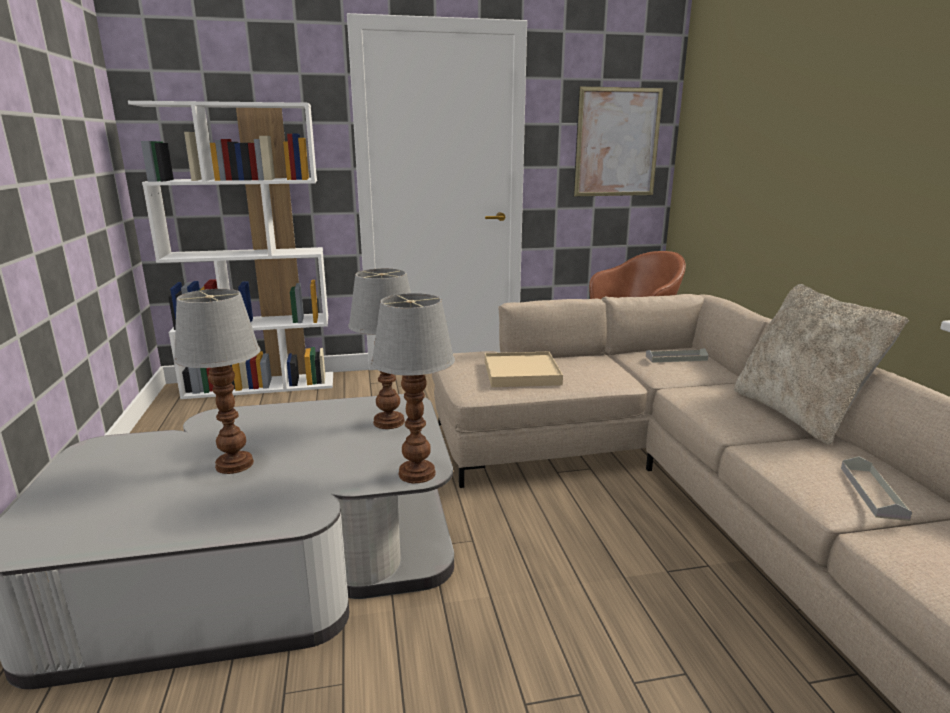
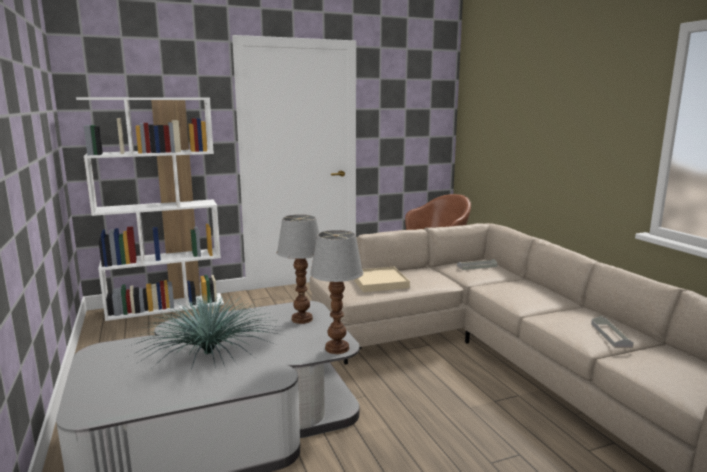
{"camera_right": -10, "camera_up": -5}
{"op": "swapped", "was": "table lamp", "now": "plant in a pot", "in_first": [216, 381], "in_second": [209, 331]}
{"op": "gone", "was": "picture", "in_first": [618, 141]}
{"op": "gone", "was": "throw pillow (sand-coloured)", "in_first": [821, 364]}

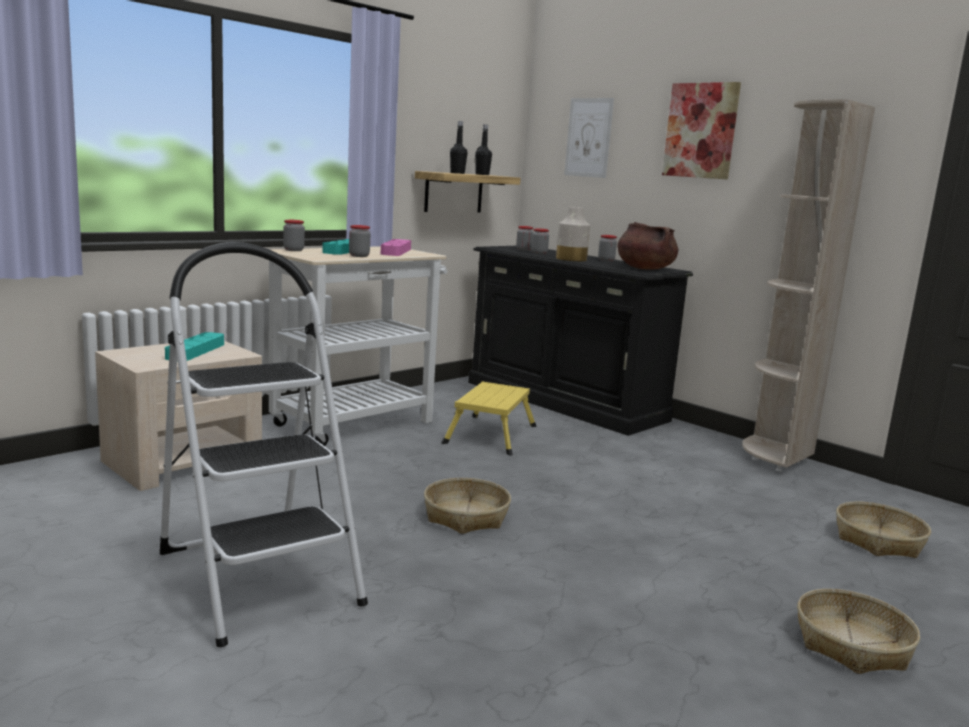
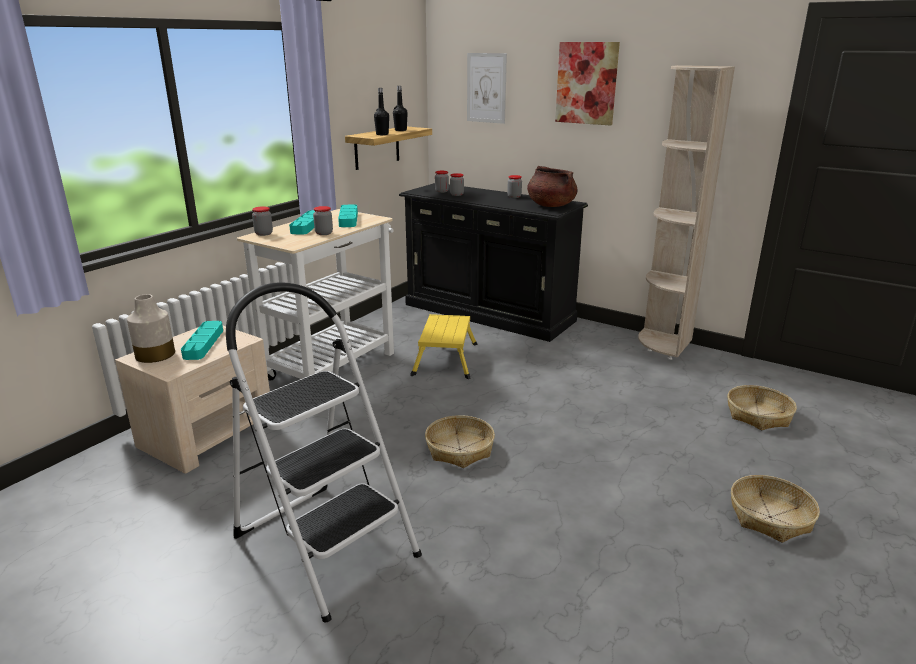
{"camera_right": -10, "camera_up": 10}
{"op": "repainted", "was": "tray (pink-coloured)", "now": "tray (blue-green)", "in_first": [396, 247], "in_second": [348, 215]}
{"op": "shifted", "was": "vase (sand-coloured)", "in_first": [573, 234], "in_second": [151, 328]}

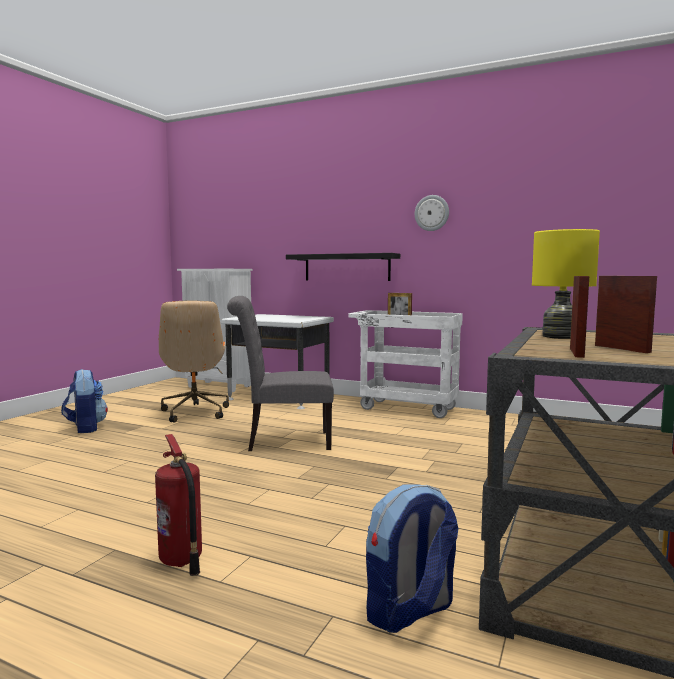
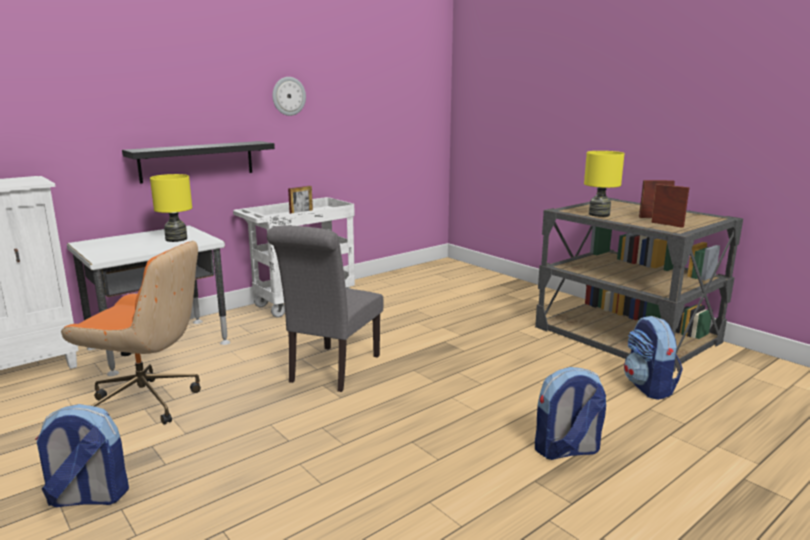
{"camera_right": -65, "camera_up": 10}
{"op": "swapped", "was": "fire-fighting cylinder", "now": "rucksack", "in_first": [178, 505], "in_second": [570, 413]}
{"op": "new", "now": "table lamp (yellowish)", "in_second": [171, 208]}

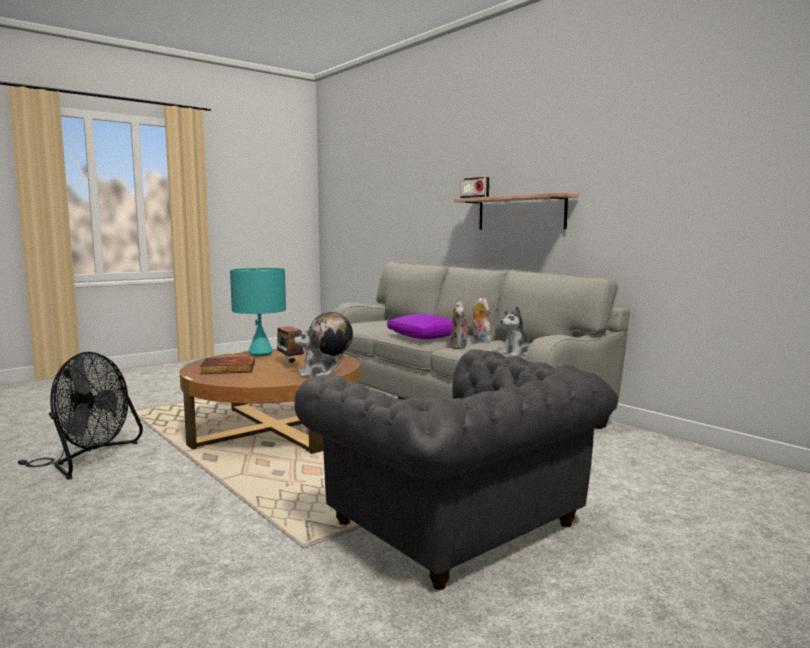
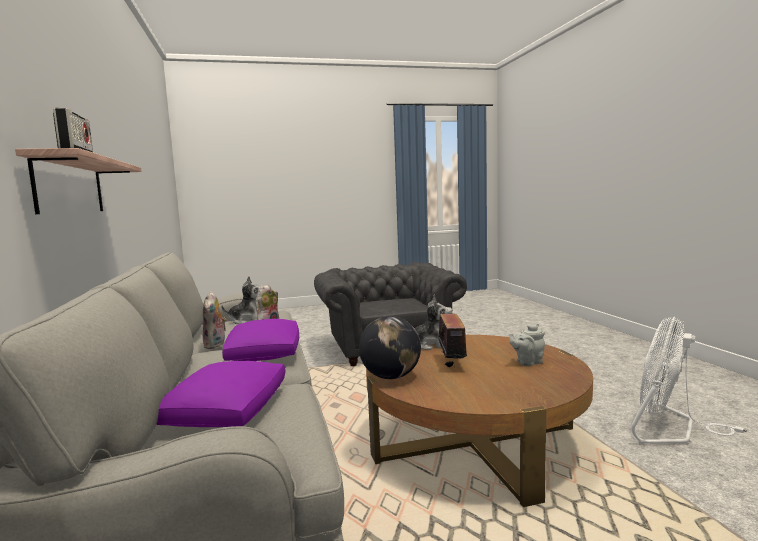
{"camera_right": -155, "camera_up": 0}
{"op": "repainted", "was": "fan (black)", "now": "fan (white)", "in_first": [80, 416], "in_second": [689, 381]}
{"op": "swapped", "was": "bound book", "now": "tea pot (greyish)", "in_first": [227, 365], "in_second": [527, 345]}
{"op": "gone", "was": "table lamp (blue-green)", "in_first": [258, 312]}
{"op": "new", "now": "throw pillow (purple-coloured)", "in_second": [221, 394]}

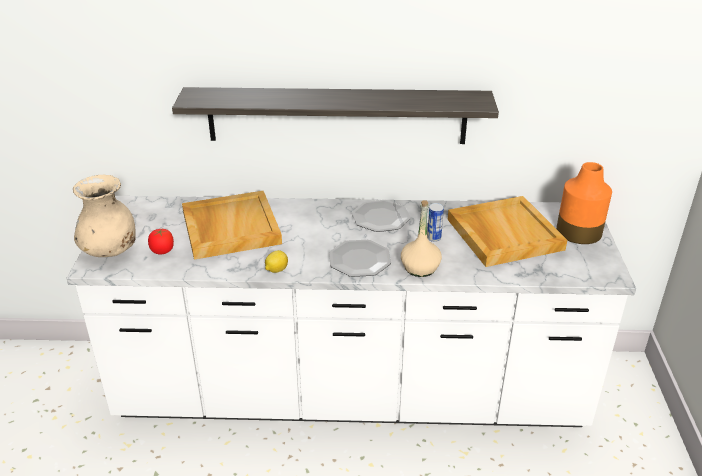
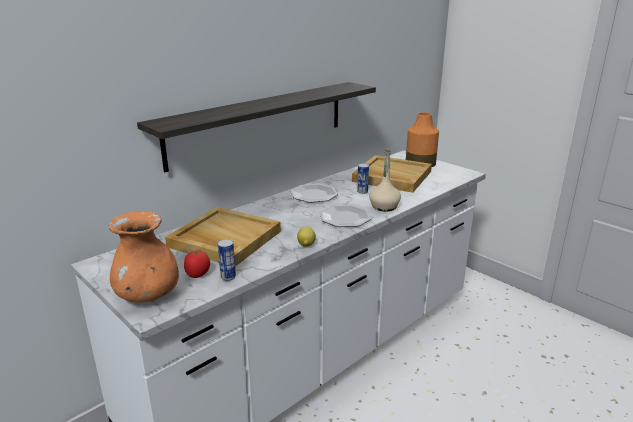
{"camera_right": -45, "camera_up": -10}
{"op": "repainted", "was": "vase (sand-coloured)", "now": "vase (orange-coloured)", "in_first": [104, 216], "in_second": [144, 257]}
{"op": "new", "now": "sealed can", "in_second": [227, 260]}

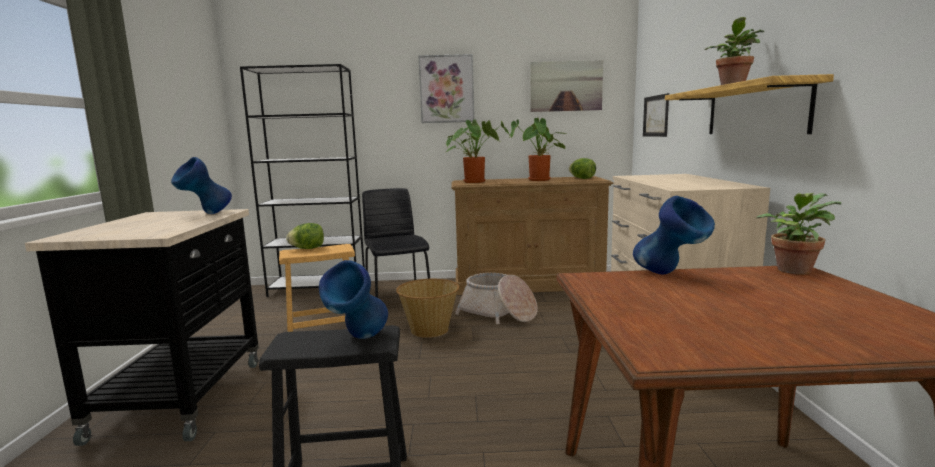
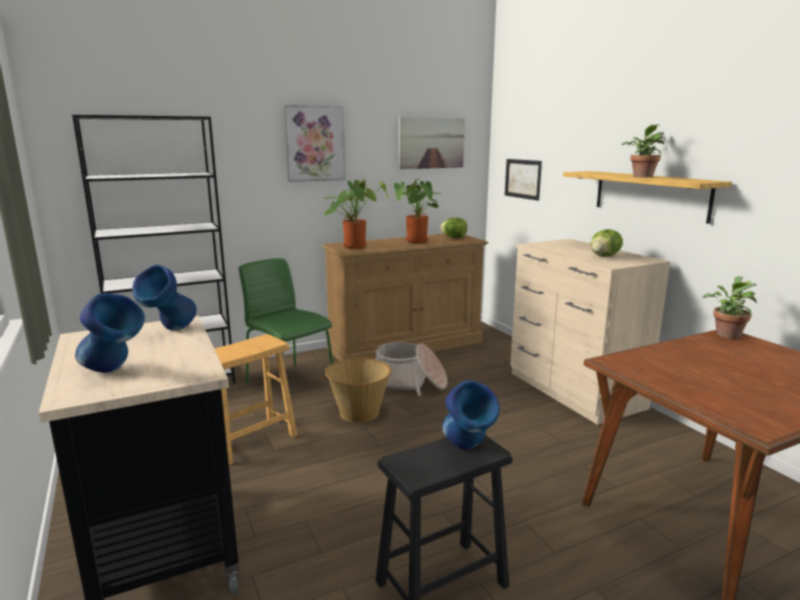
{"camera_right": -25, "camera_up": 5}
{"op": "shifted", "was": "lettuce", "in_first": [305, 236], "in_second": [606, 243]}
{"op": "repainted", "was": "upright chair (black)", "now": "upright chair (greenish)", "in_first": [396, 243], "in_second": [286, 331]}
{"op": "shifted", "was": "vase (blue)", "in_first": [674, 235], "in_second": [110, 333]}

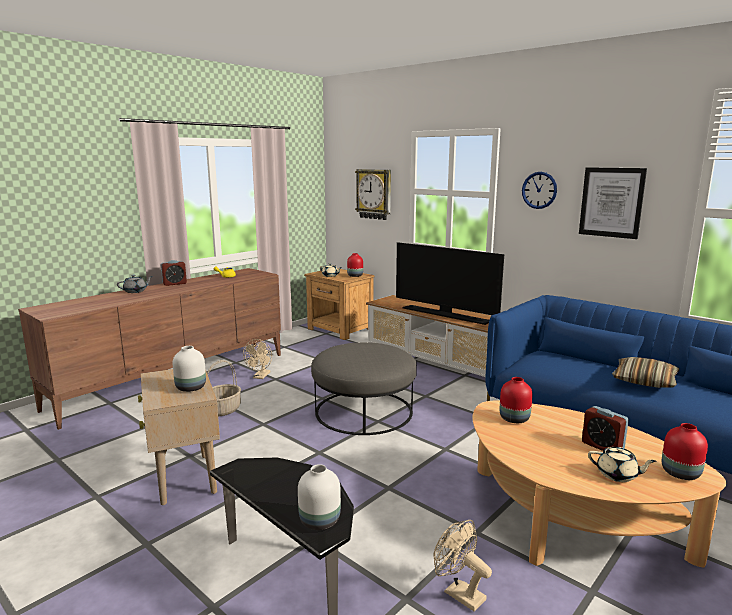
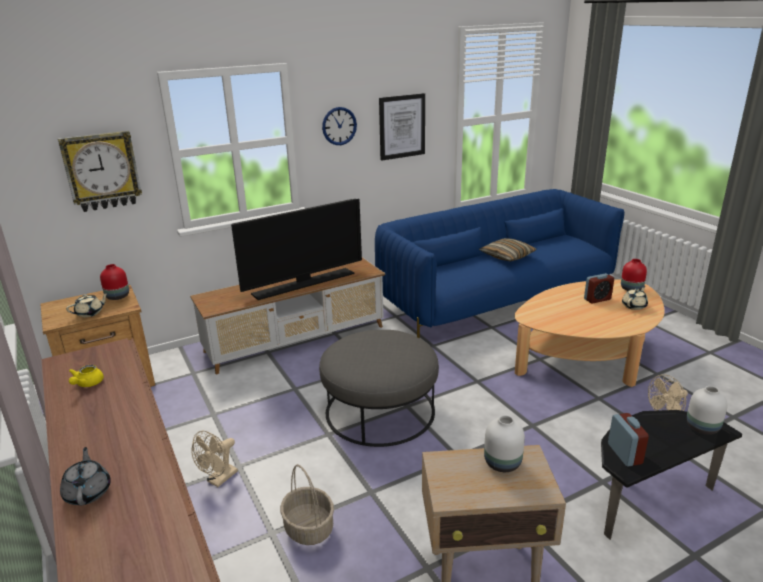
{"camera_right": -70, "camera_up": 10}
{"op": "shifted", "was": "bedside clock", "in_first": [174, 273], "in_second": [628, 439]}
{"op": "rotated", "was": "fan (sand-coloured)", "in_first": [257, 359], "in_second": [214, 458], "clockwise": 90}
{"op": "gone", "was": "vase (reddish)", "in_first": [516, 400]}

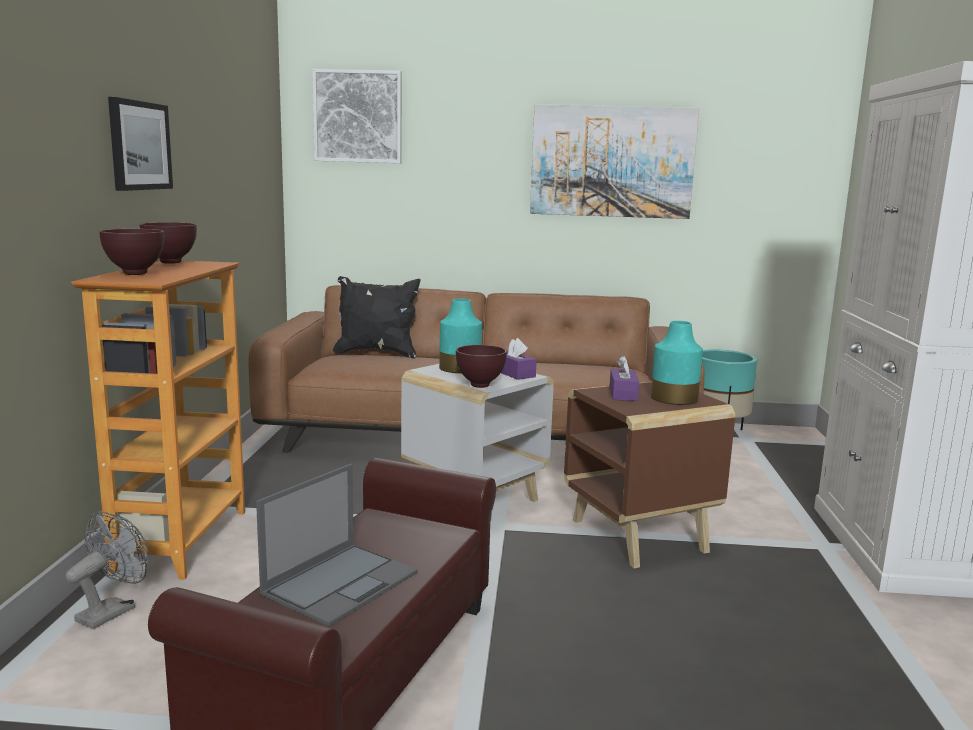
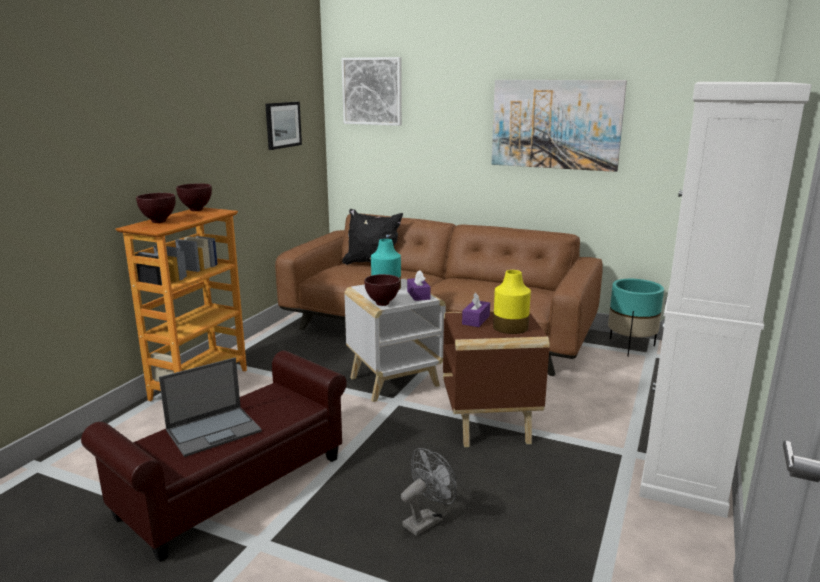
{"camera_right": 20, "camera_up": 5}
{"op": "shifted", "was": "fan (greyish)", "in_first": [106, 570], "in_second": [429, 492]}
{"op": "shifted", "was": "picture", "in_first": [140, 144], "in_second": [283, 126]}
{"op": "repainted", "was": "vase (blue-green)", "now": "vase (yellowish)", "in_first": [677, 363], "in_second": [512, 302]}

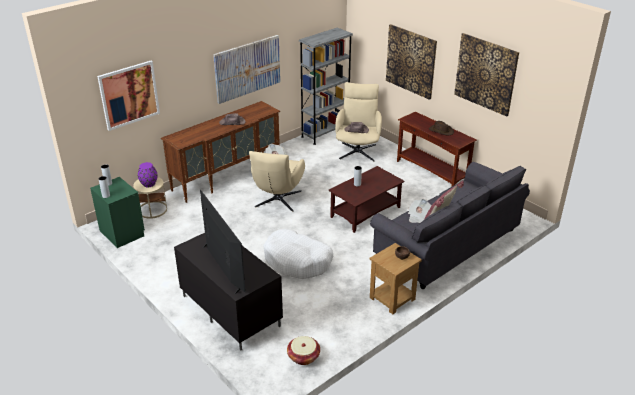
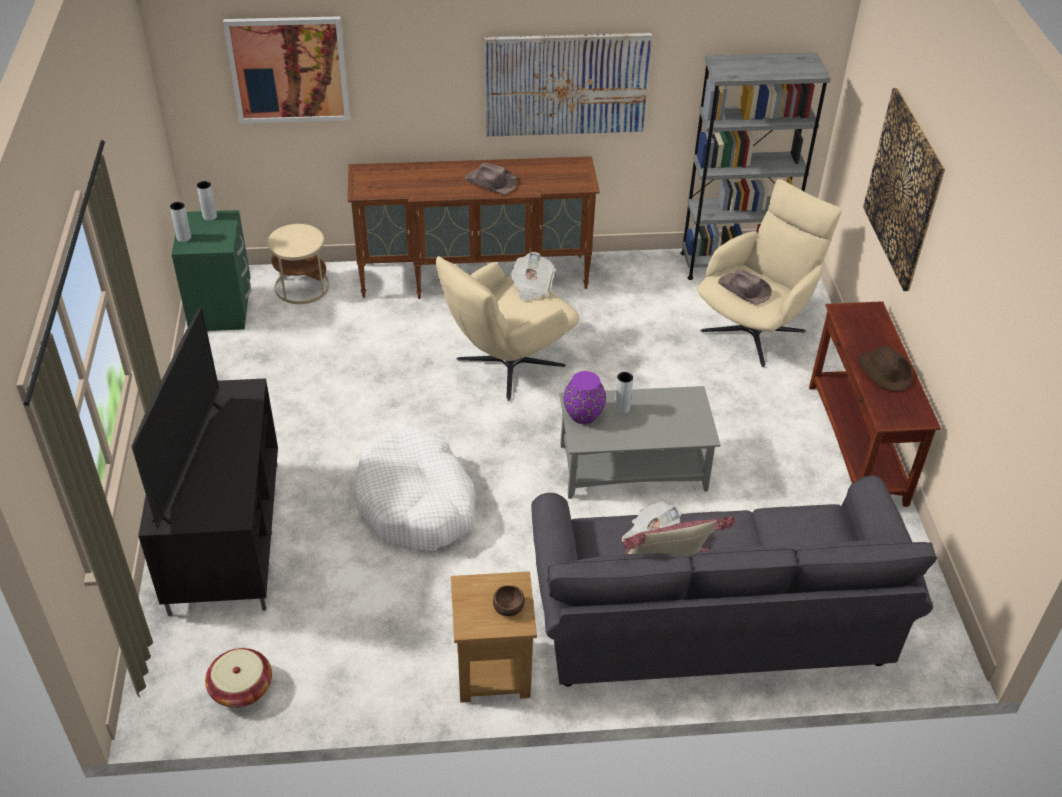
{"camera_right": 35, "camera_up": 10}
{"op": "shifted", "was": "vase (purple-coloured)", "in_first": [148, 174], "in_second": [584, 397]}
{"op": "repainted", "was": "coffee table (brown-coloured)", "now": "coffee table (greyish)", "in_first": [366, 199], "in_second": [640, 442]}
{"op": "gone", "was": "picture", "in_first": [486, 74]}

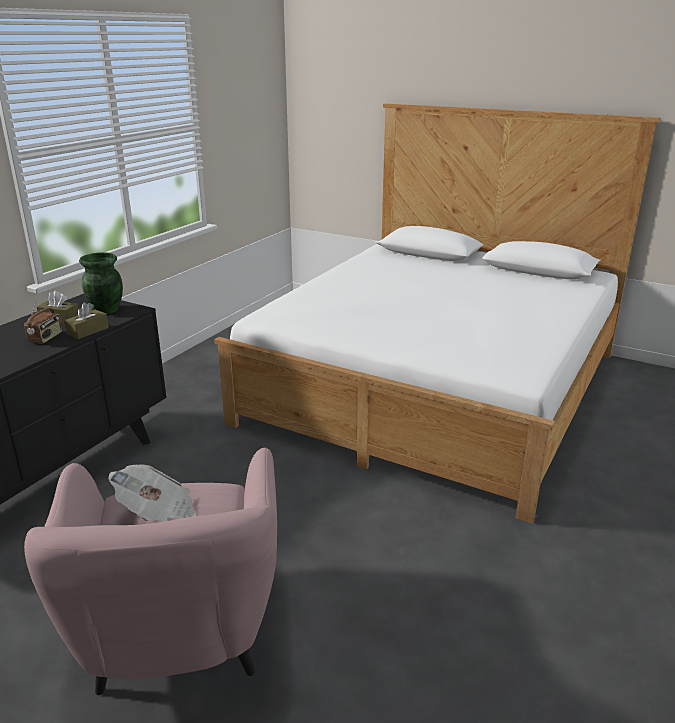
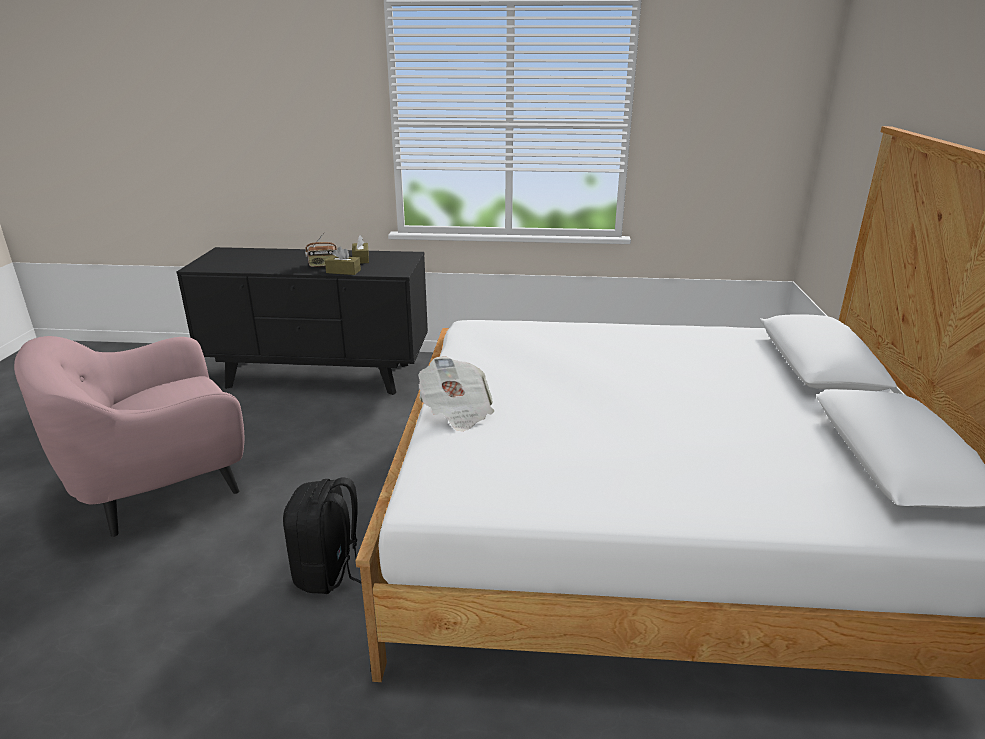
{"camera_right": 65, "camera_up": 0}
{"op": "gone", "was": "vase (greenish)", "in_first": [101, 283]}
{"op": "shifted", "was": "newspaper", "in_first": [152, 493], "in_second": [456, 394]}
{"op": "new", "now": "rucksack (black)", "in_second": [322, 535]}

